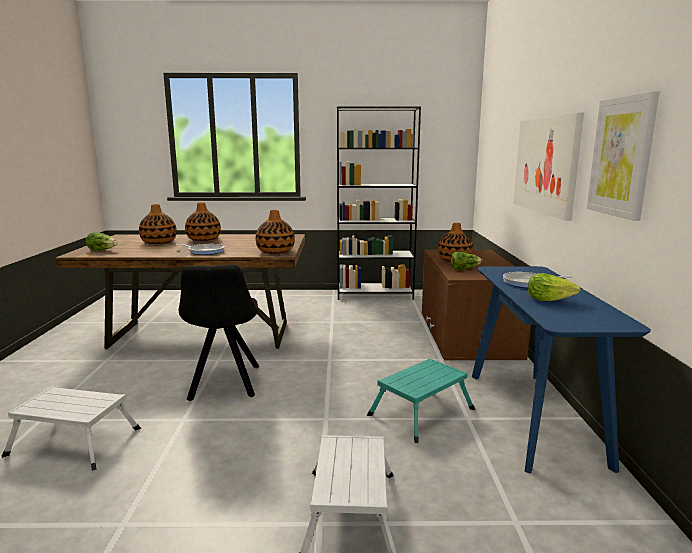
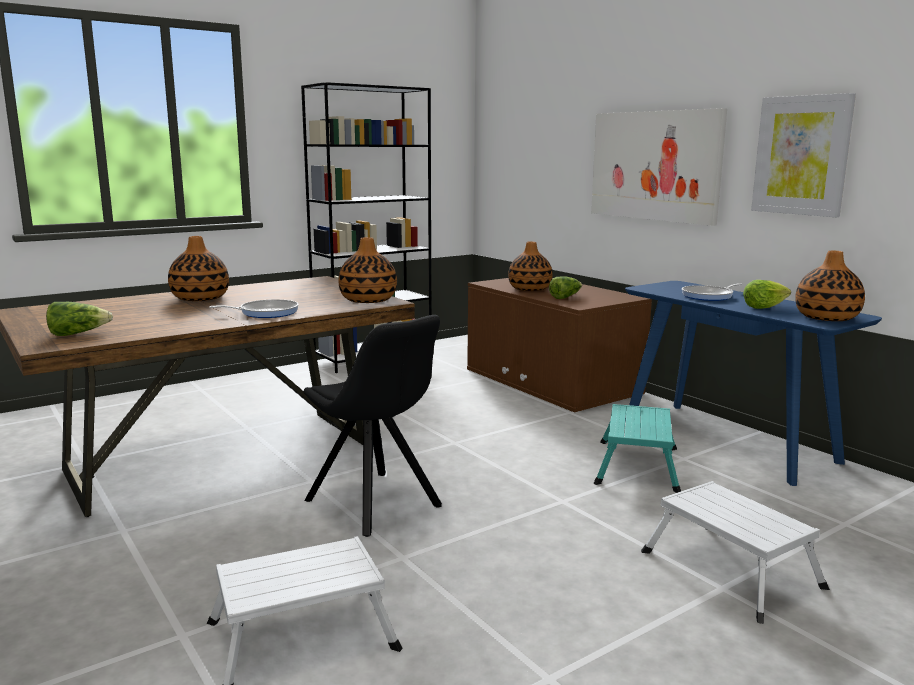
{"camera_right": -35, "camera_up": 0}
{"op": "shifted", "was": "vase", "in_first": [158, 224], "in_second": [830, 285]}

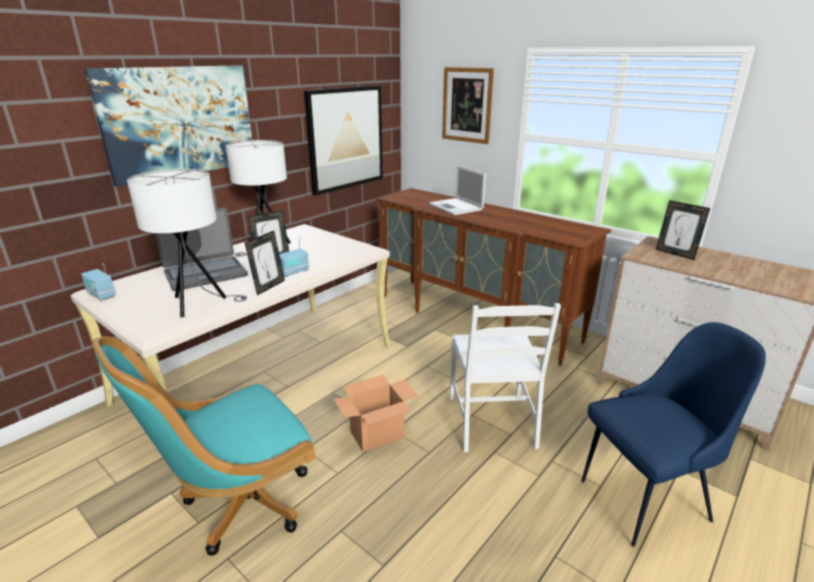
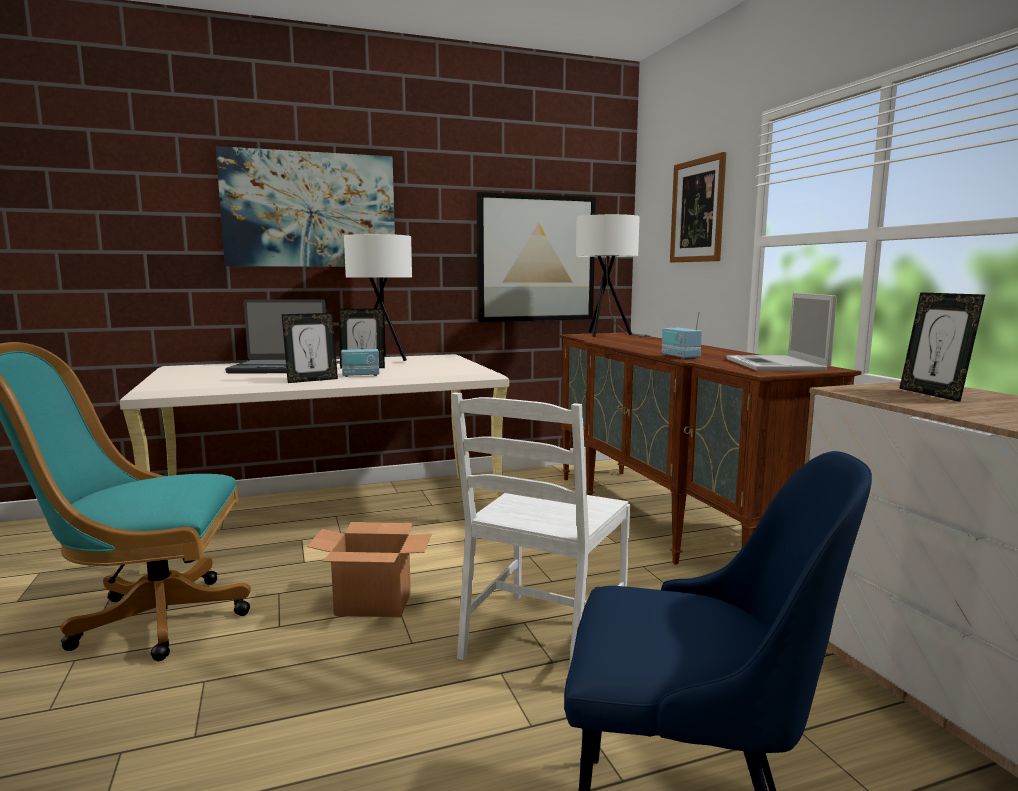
{"camera_right": 30, "camera_up": -15}
{"op": "shifted", "was": "radio receiver", "in_first": [98, 282], "in_second": [682, 335]}
{"op": "shifted", "was": "table lamp (white)", "in_first": [187, 243], "in_second": [613, 275]}
{"op": "shifted", "was": "notebook computer", "in_first": [457, 190], "in_second": [781, 332]}

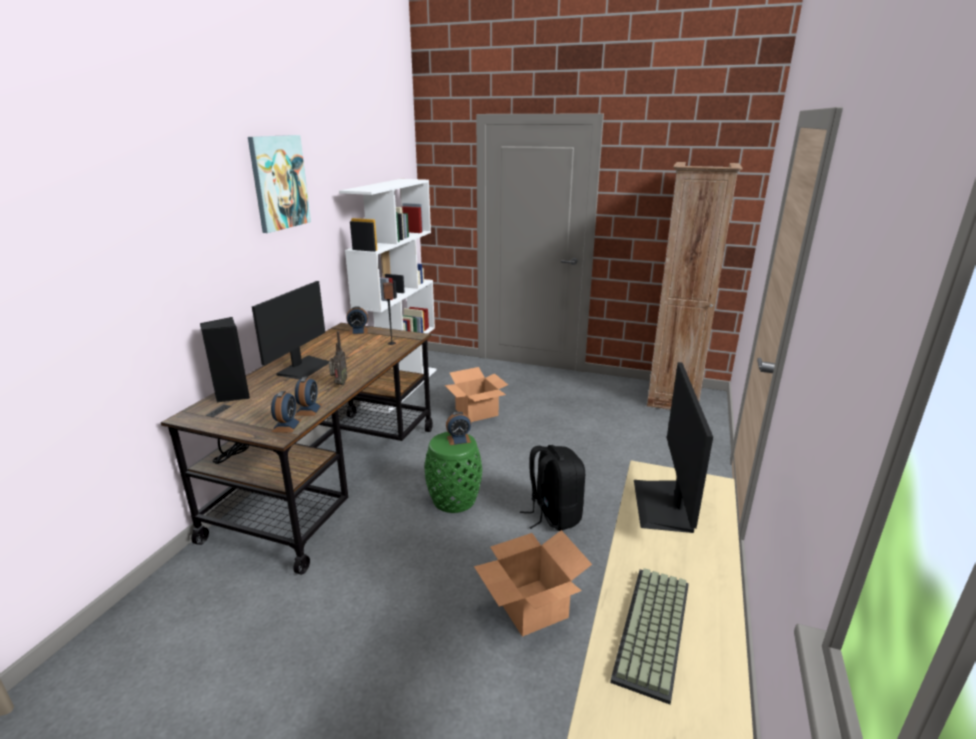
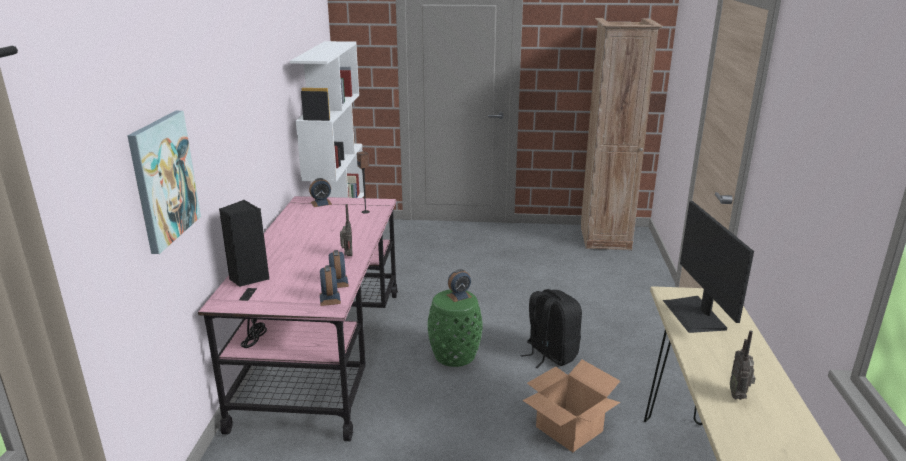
{"camera_right": -15, "camera_up": 0}
{"op": "repainted", "was": "desk table (brown-coloured)", "now": "desk table (pink-coloured)", "in_first": [297, 449], "in_second": [298, 318]}
{"op": "shifted", "was": "picture", "in_first": [279, 184], "in_second": [164, 182]}
{"op": "gone", "was": "monitor", "in_first": [290, 330]}
{"op": "gone", "was": "cardboard box", "in_first": [476, 394]}
{"op": "swapped", "was": "keyboard", "now": "radio receiver", "in_first": [649, 636], "in_second": [743, 365]}

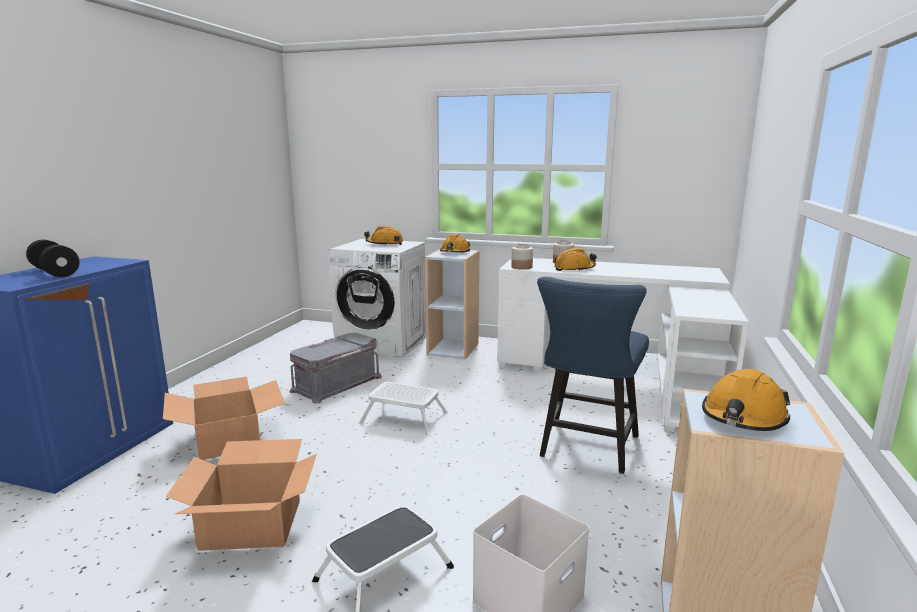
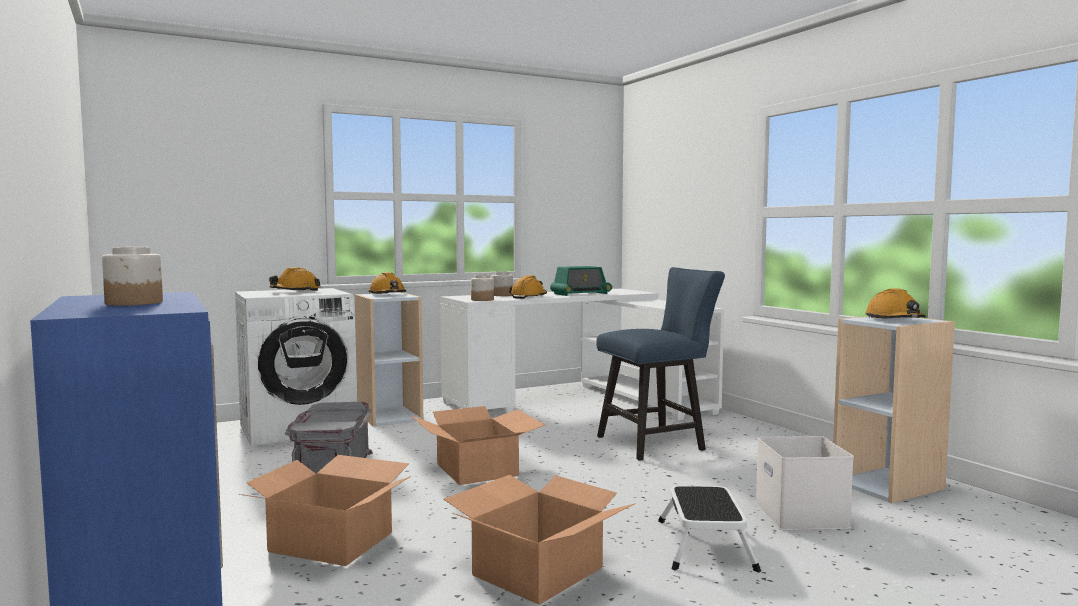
{"camera_right": -45, "camera_up": -10}
{"op": "swapped", "was": "dumbbell (black)", "now": "preserve jar", "in_first": [53, 258], "in_second": [132, 276]}
{"op": "swapped", "was": "stepladder (white)", "now": "cardboard box", "in_first": [403, 409], "in_second": [478, 445]}
{"op": "rotated", "was": "upright chair (blue)", "in_first": [593, 375], "in_second": [660, 364], "clockwise": -90}
{"op": "new", "now": "radio receiver", "in_second": [581, 281]}

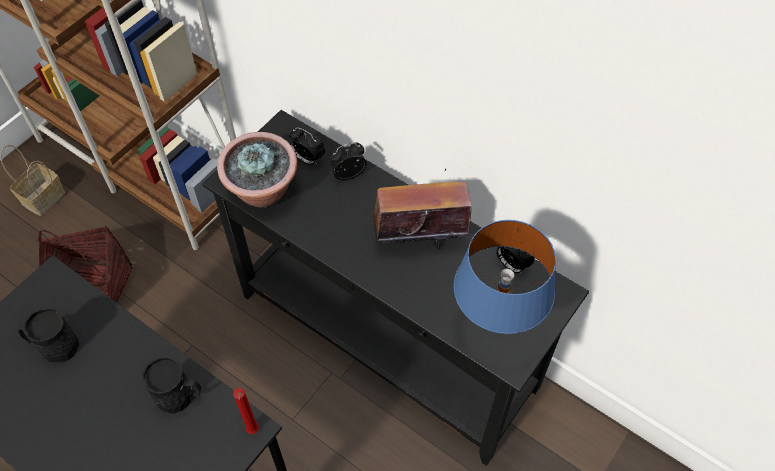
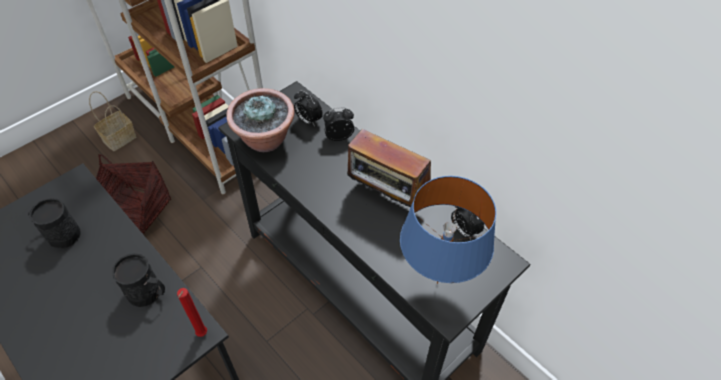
{"camera_right": 10, "camera_up": -5}
{"op": "rotated", "was": "radio receiver", "in_first": [425, 209], "in_second": [389, 168], "clockwise": -150}

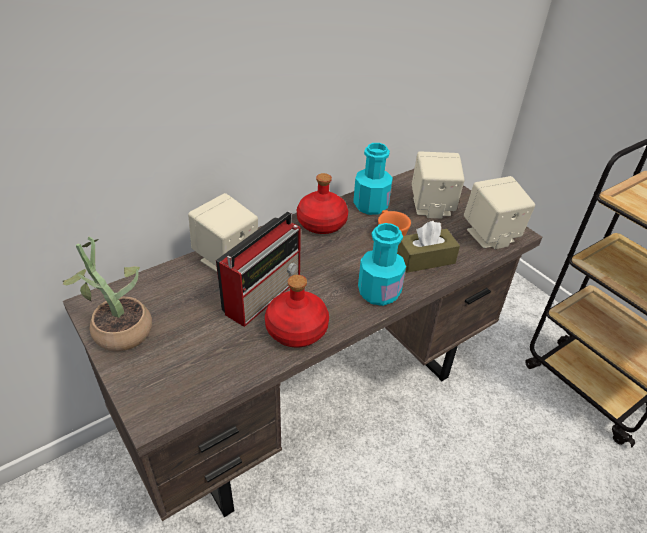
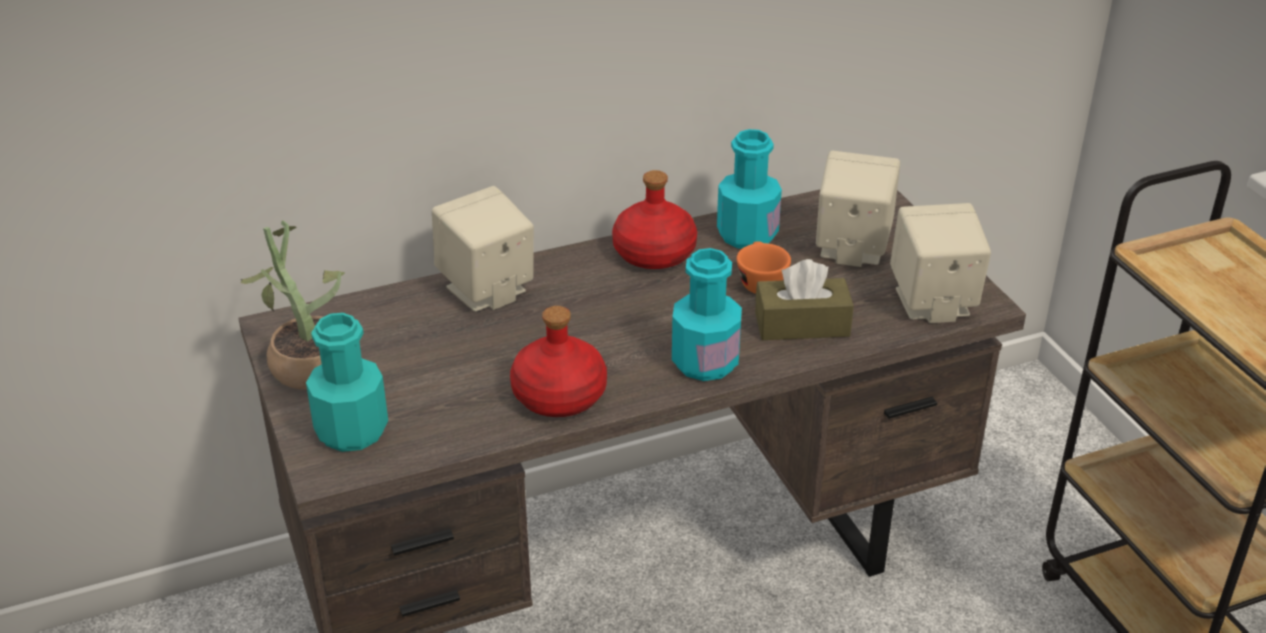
{"camera_right": 15, "camera_up": -5}
{"op": "gone", "was": "radio receiver", "in_first": [258, 269]}
{"op": "new", "now": "beverage bottle (blue-green)", "in_second": [347, 382]}

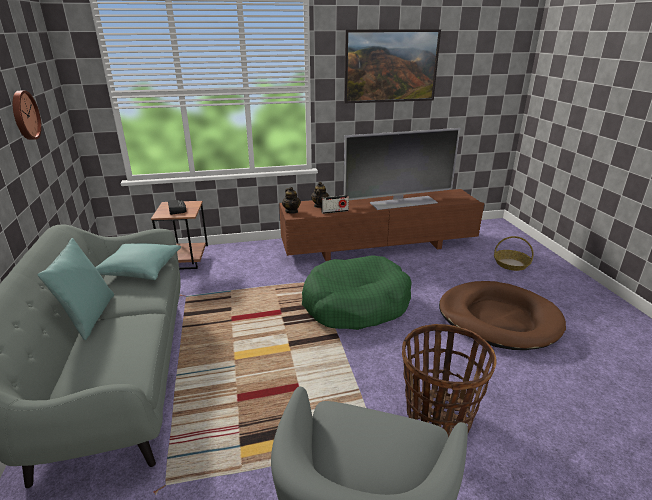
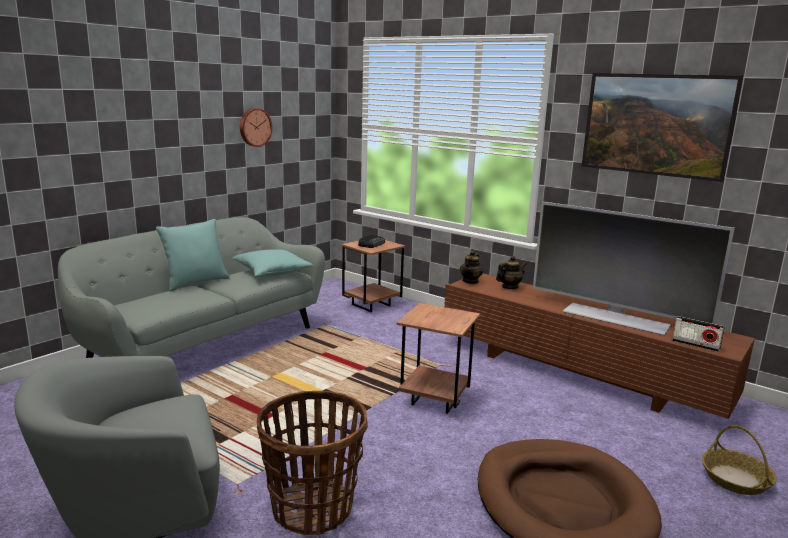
{"camera_right": 50, "camera_up": -10}
{"op": "swapped", "was": "pet bed (greenish)", "now": "accent table (brown-coloured)", "in_first": [356, 292], "in_second": [438, 358]}
{"op": "shifted", "was": "radio receiver", "in_first": [335, 204], "in_second": [698, 334]}

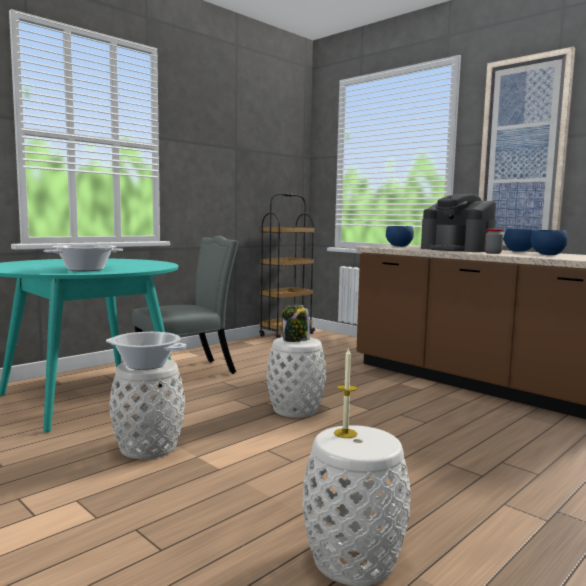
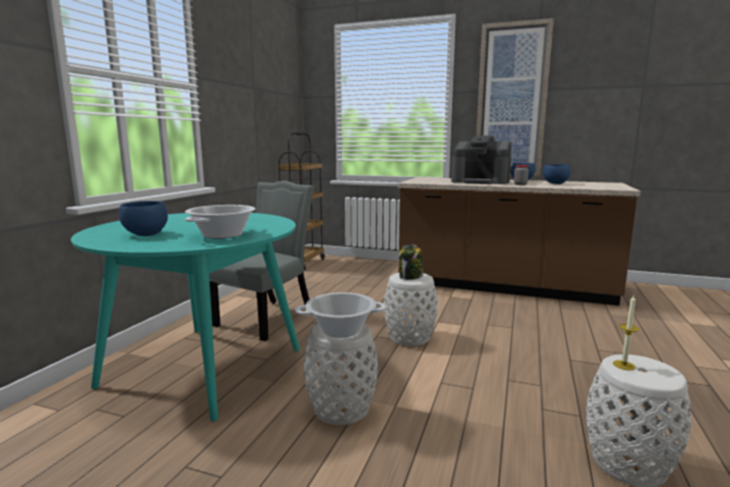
{"camera_right": -25, "camera_up": 5}
{"op": "shifted", "was": "deep dish (blue)", "in_first": [400, 236], "in_second": [143, 218]}

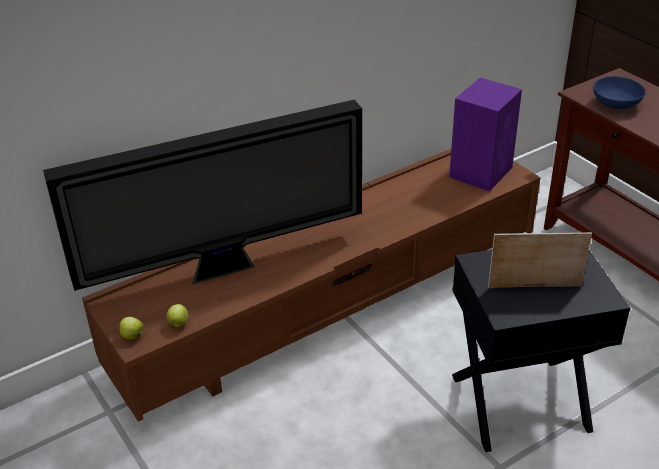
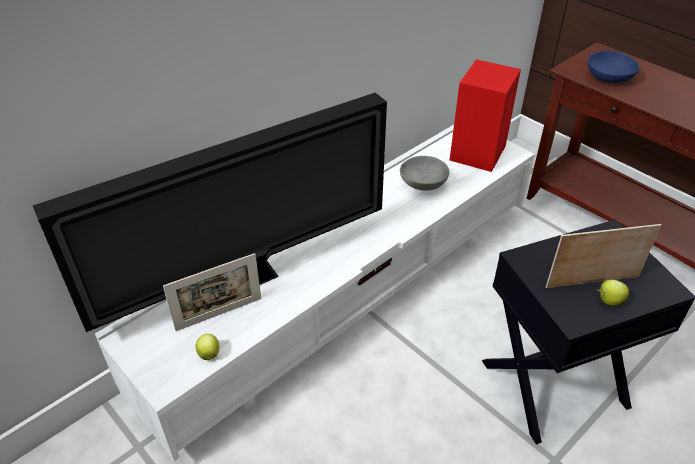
{"camera_right": -10, "camera_up": 5}
{"op": "repainted", "was": "media console (brown-coloured)", "now": "media console (white)", "in_first": [311, 285], "in_second": [315, 293]}
{"op": "shifted", "was": "apple fruit", "in_first": [131, 328], "in_second": [613, 292]}
{"op": "repainted", "was": "audio speaker (purple-coloured)", "now": "audio speaker (reddish)", "in_first": [485, 134], "in_second": [485, 115]}
{"op": "new", "now": "photo frame", "in_second": [212, 292]}
{"op": "new", "now": "deep dish (greyish)", "in_second": [425, 173]}

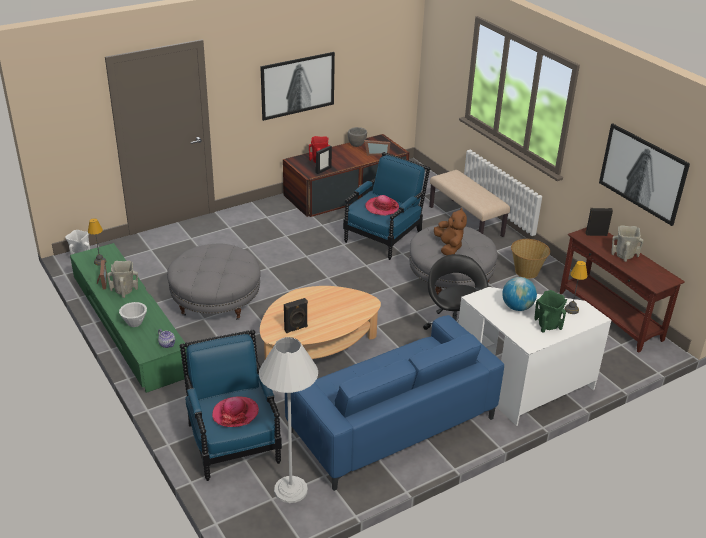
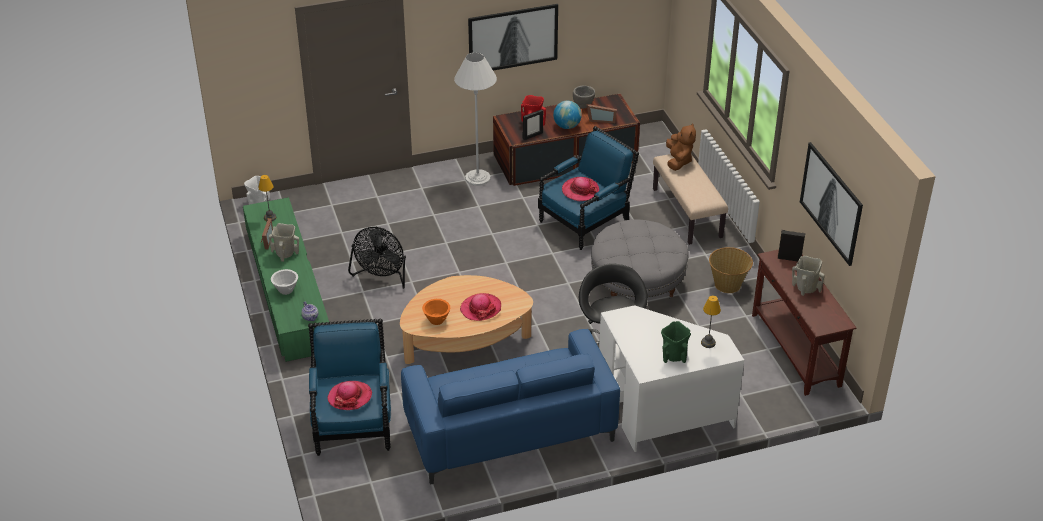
{"camera_right": 15, "camera_up": 5}
{"op": "swapped", "was": "pouffe (greyish)", "now": "fan (black)", "in_first": [214, 282], "in_second": [377, 257]}
{"op": "shifted", "was": "floor lamp (white)", "in_first": [288, 420], "in_second": [475, 119]}
{"op": "swapped", "was": "audio speaker (black)", "now": "deep dish (orange-coloured)", "in_first": [296, 315], "in_second": [436, 312]}
{"op": "shifted", "was": "cuddly toy (brown-coloured)", "in_first": [450, 231], "in_second": [681, 147]}
{"op": "shifted", "was": "desk globe", "in_first": [519, 294], "in_second": [567, 115]}
{"op": "new", "now": "clothing hat", "in_second": [480, 307]}

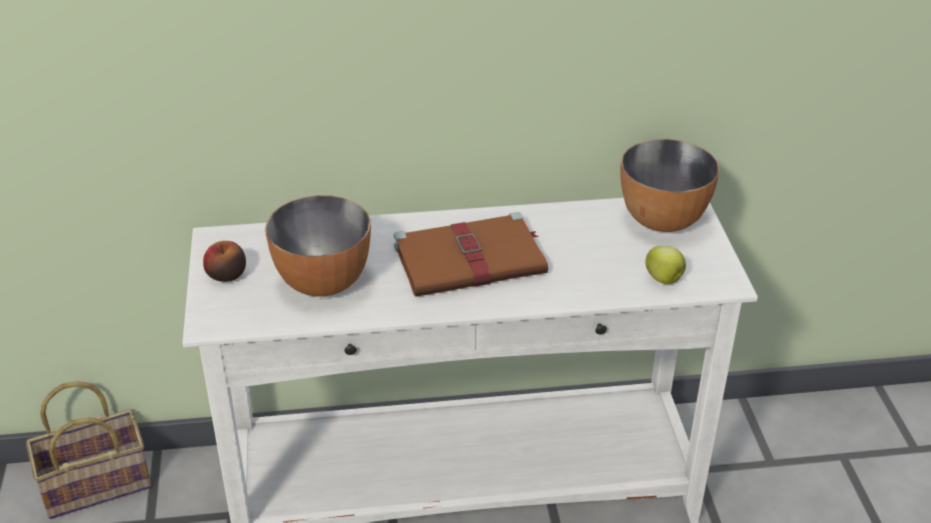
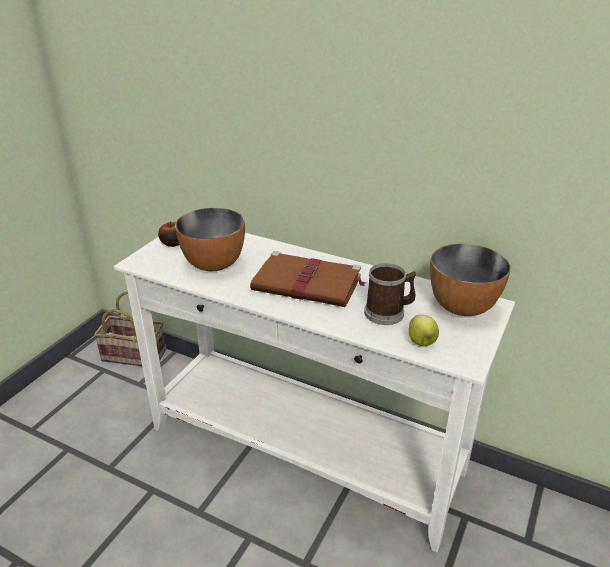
{"camera_right": 35, "camera_up": -5}
{"op": "new", "now": "mug", "in_second": [390, 294]}

